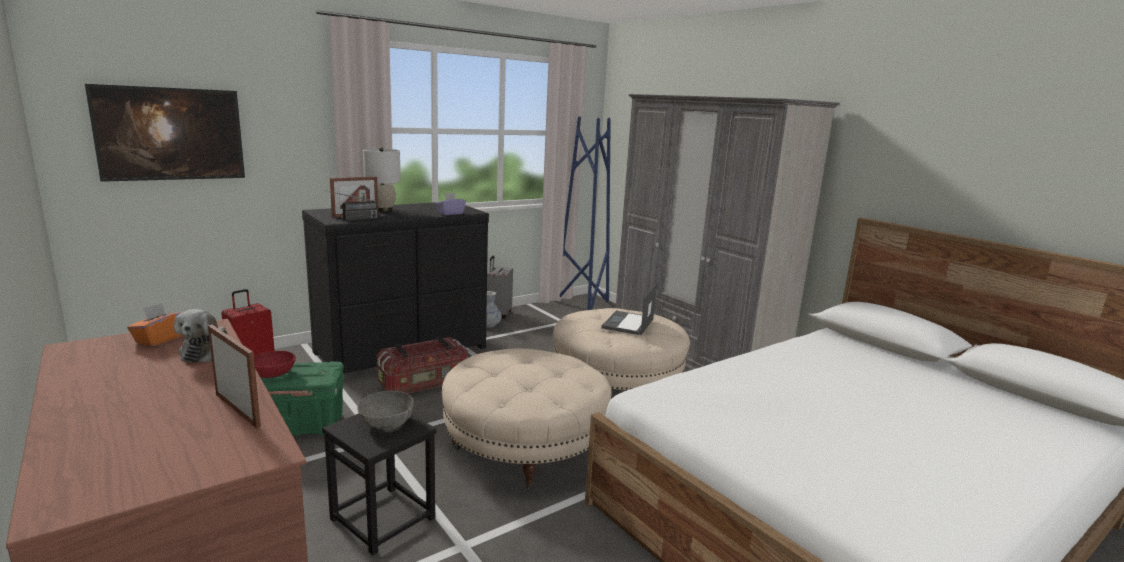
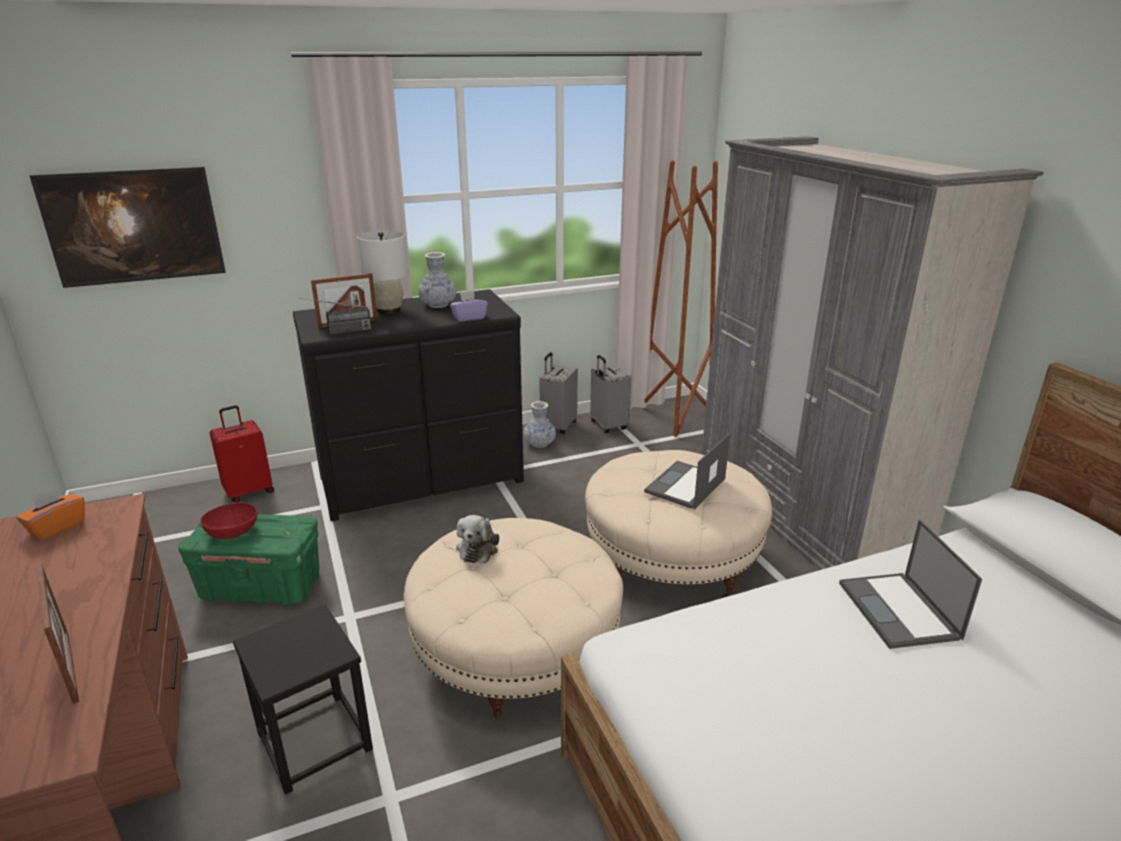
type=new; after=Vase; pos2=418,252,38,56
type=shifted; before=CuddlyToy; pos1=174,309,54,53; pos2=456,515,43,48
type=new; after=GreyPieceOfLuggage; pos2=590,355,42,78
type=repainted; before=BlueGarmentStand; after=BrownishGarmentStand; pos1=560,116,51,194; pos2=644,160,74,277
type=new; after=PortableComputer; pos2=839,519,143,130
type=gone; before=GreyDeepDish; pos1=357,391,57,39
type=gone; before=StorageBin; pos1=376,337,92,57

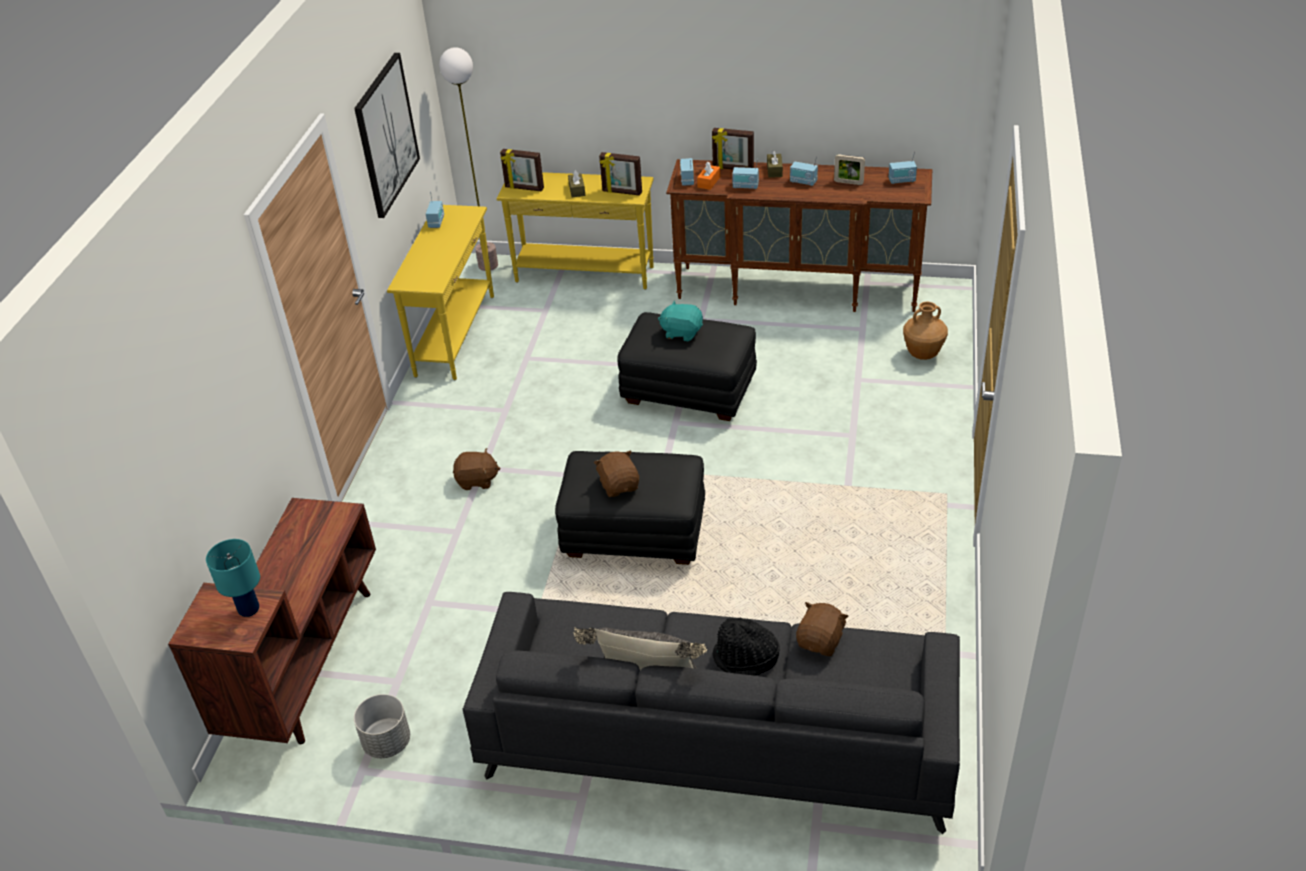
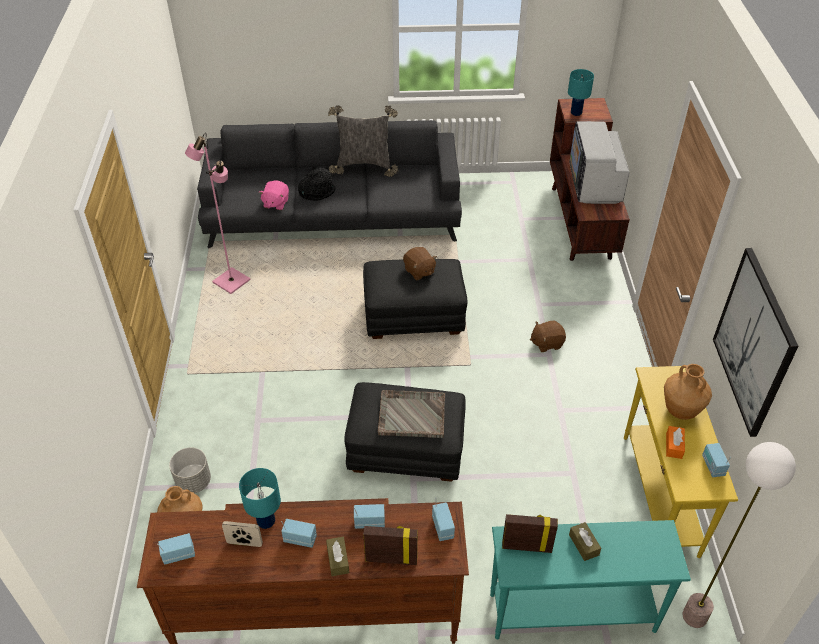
type=shifted; before=GreyPlantPot; pos1=354,694,56,64; pos2=169,448,42,45
type=new; after=PinkStandardLamp; pos2=185,133,66,161
type=new; after=TurquoiseColouredTabletopLamp; pos2=239,468,42,61
type=repainted; before=BrownishCuddlyToy; after=PinkCuddlyToy; pos1=796,602,53,54; pos2=259,180,30,30
type=swapped; before=TurquoiseColouredCuddlyToy; after=GreyTray; pos1=658,301,45,40; pos2=378,390,67,48
type=repainted; before=YellowHallTable; after=TurquoiseColouredHallTable; pos1=497,172,157,118; pos2=490,520,201,119
type=new; after=TvSet; pos2=570,121,59,83
type=new; after=BrownishVase; pos2=664,364,48,56
type=shifted; before=OrangeColouredBoxOfTissues; pos1=697,161,23,29; pos2=666,426,19,33
type=gone; before=PictureFrame; pos1=500,149,44,43

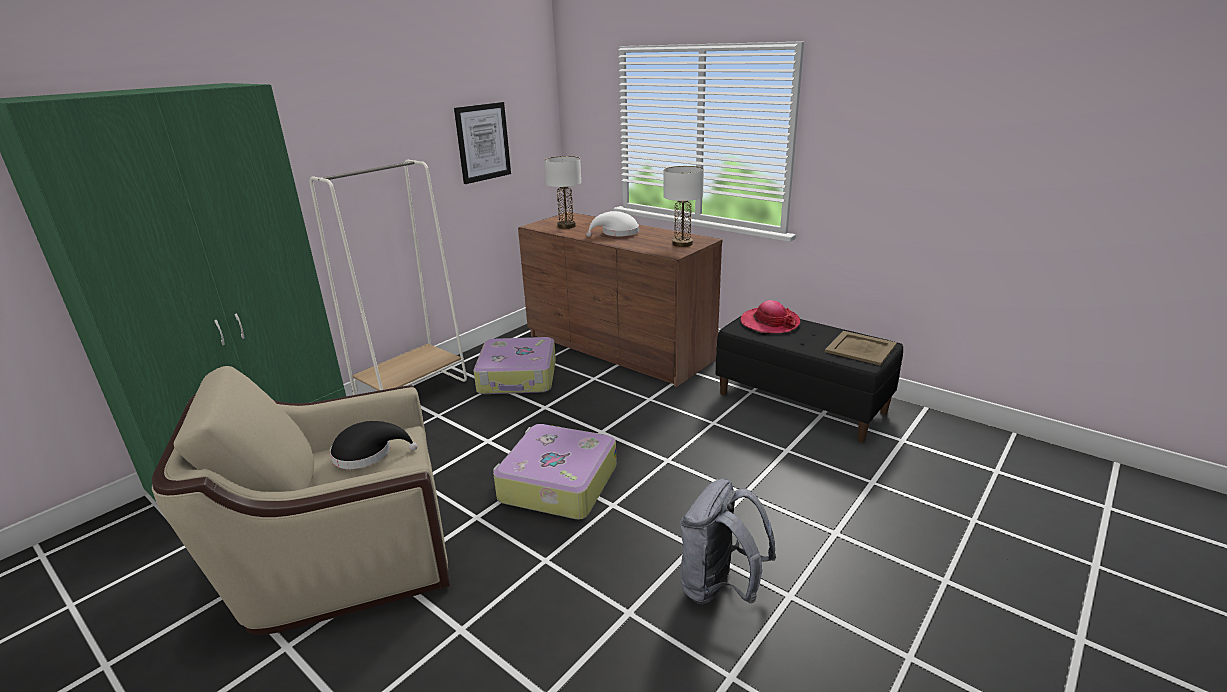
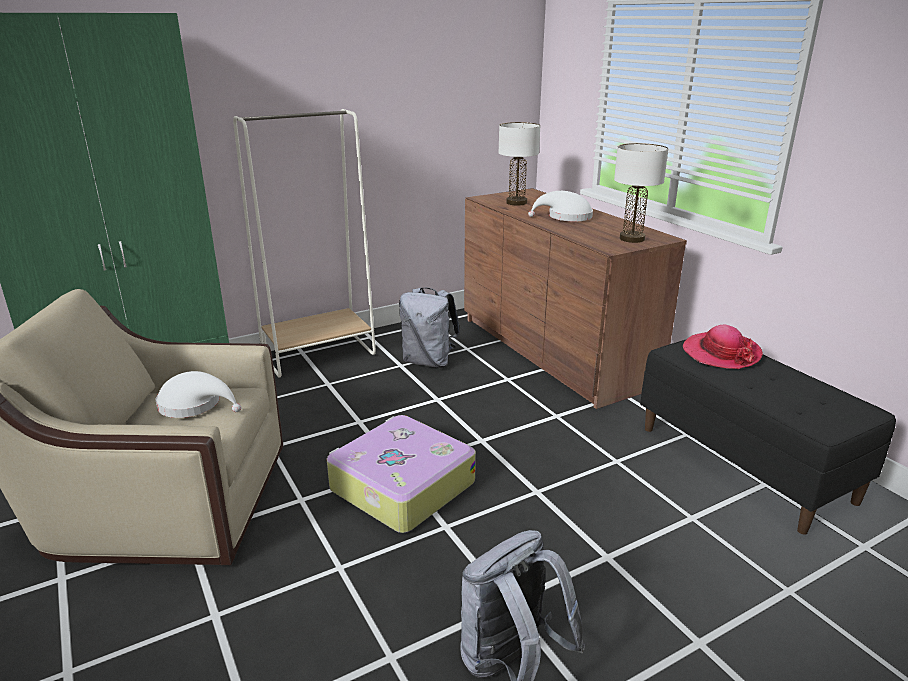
type=repainted; before=BlackishHat; after=WhiteColouredHat; pos1=330,421,88,48; pos2=155,371,86,47
type=swapped; before=PieceOfLuggage; after=GreyRucksack; pos1=473,337,83,57; pos2=399,287,61,81
type=gone; before=WallArt; pos1=454,102,57,82
type=gone; before=BeigeTray; pos1=825,331,72,35

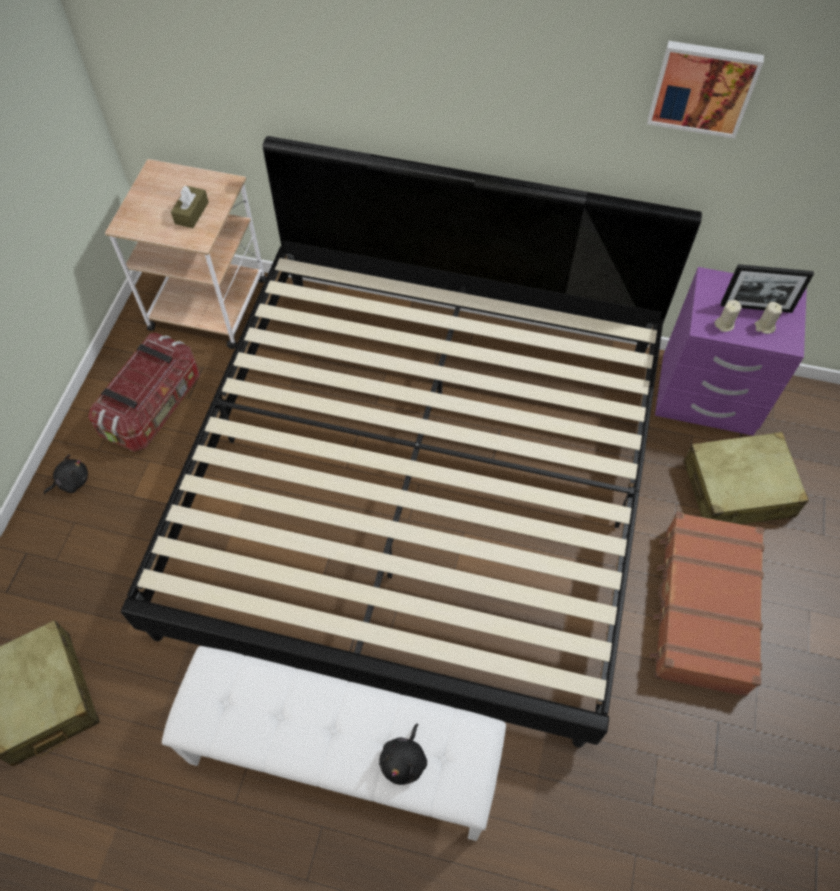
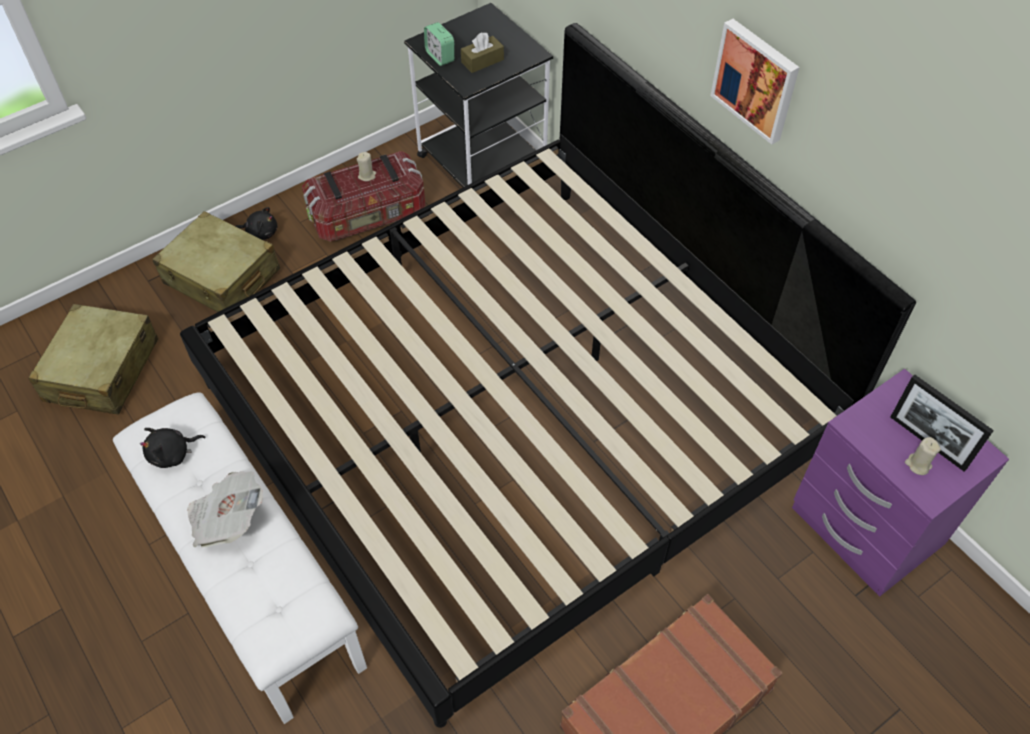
type=shifted; before=BlackishCuddlyToy; pos1=379,723,48,62; pos2=140,428,66,40
type=shifted; before=BeigePieceOfLuggage; pos1=683,432,126,92; pos2=152,211,128,101
type=new; after=Newspaper; pos2=187,471,76,77
type=shifted; before=BeigeWaxCandle; pos1=715,300,27,32; pos2=357,152,19,29
type=repainted; before=BeigeWheeledCart; after=BlackishWheeledCart; pos1=105,159,161,190; pos2=404,3,149,184
type=new; after=AlarmClock; pos2=424,22,31,44
type=shifted; before=WallArt; pos1=647,41,117,98; pos2=710,19,90,126

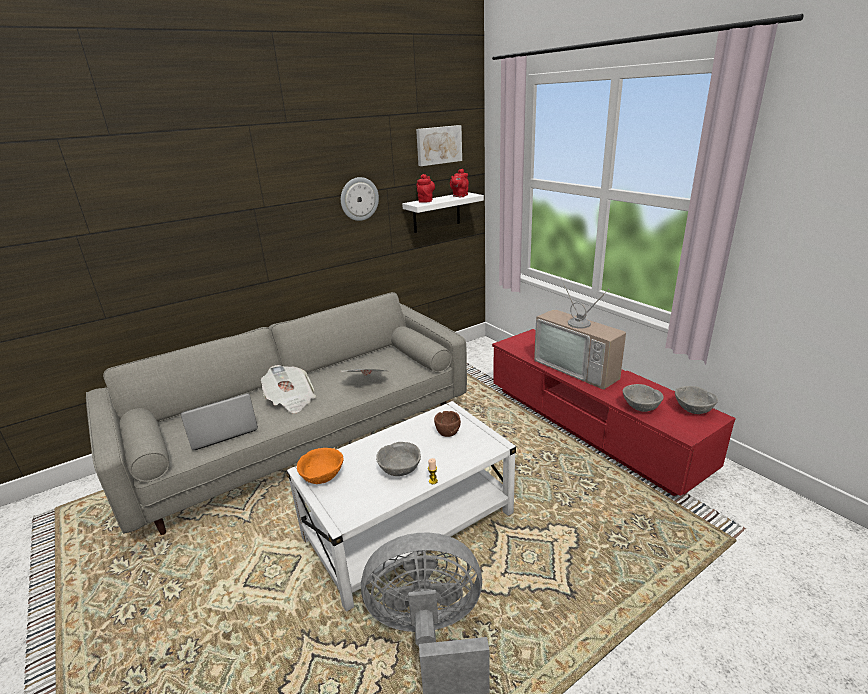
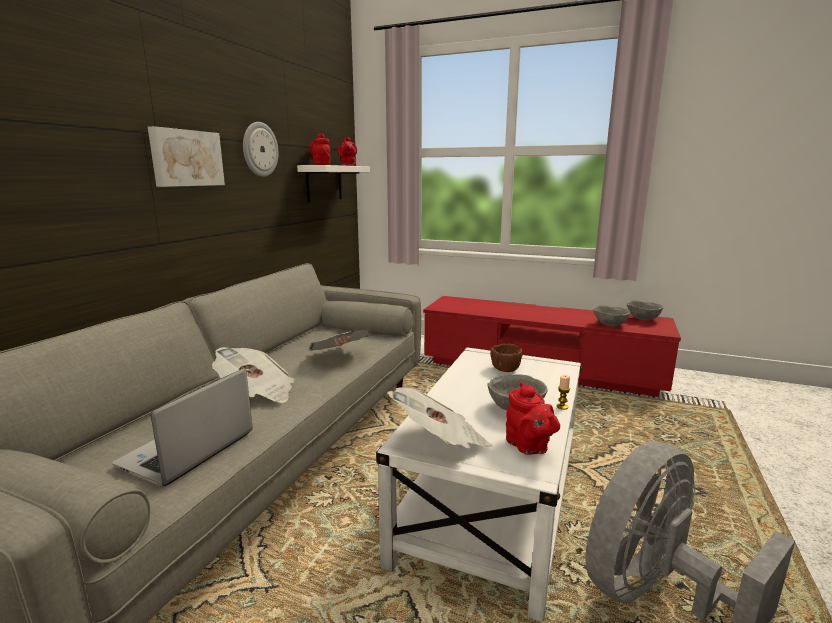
type=shifted; before=WallArt; pos1=416,125,46,41; pos2=148,126,77,61
type=swapped; before=OrangeColouredDeepDish; after=Newspaper; pos1=297,448,47,36; pos2=387,387,105,61
type=new; after=RedTeapot; pos2=506,382,54,73
type=gone; before=TvSet; pos1=534,276,92,114

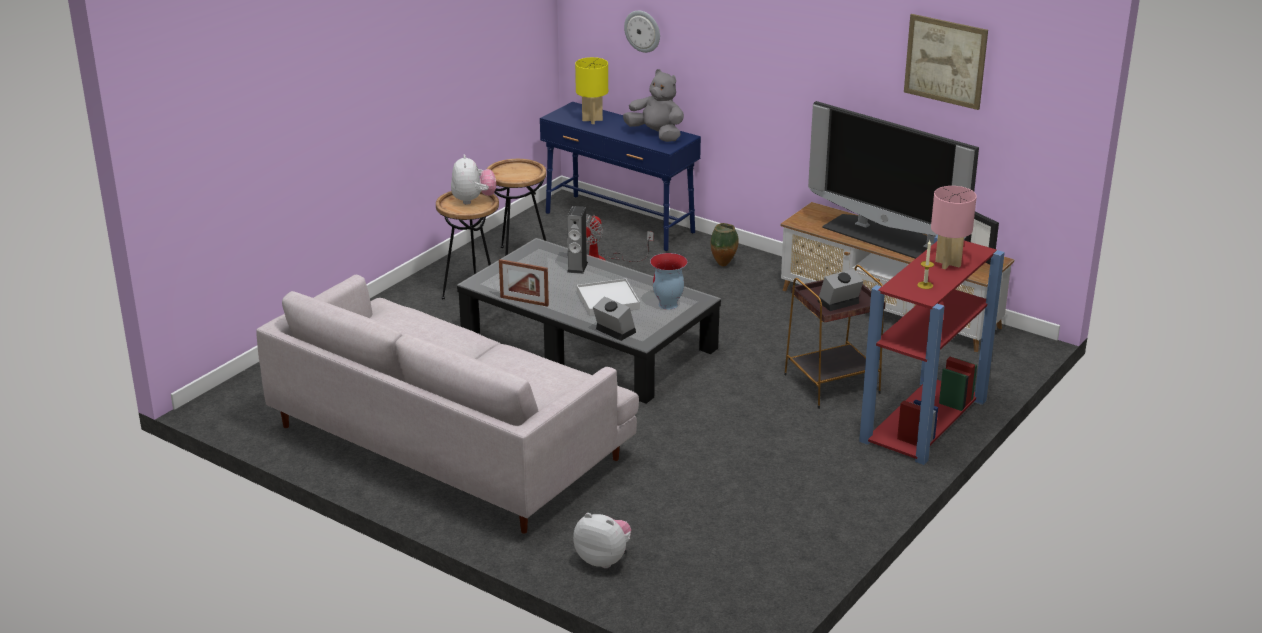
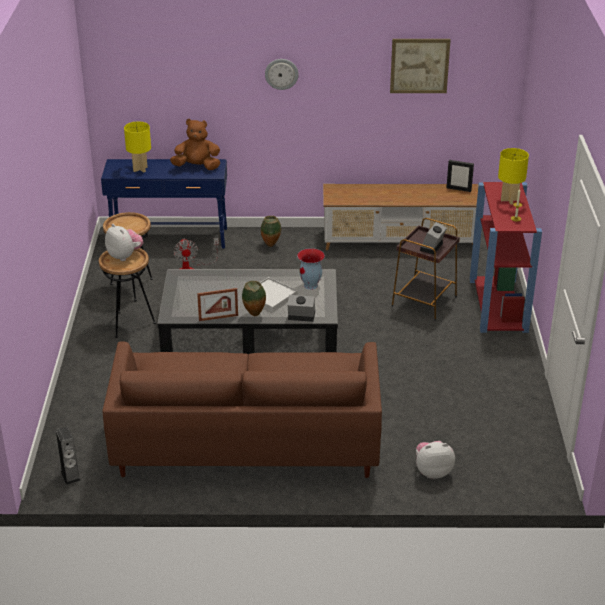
type=shifted; before=Loudspeaker; pos1=567,206,21,68; pos2=56,427,25,58
type=repainted; before=WhiteColouredSettee; after=BrownishSettee; pos1=256,275,383,259; pos2=103,342,279,136
type=repainted; before=GreyCuddlyToy; after=BrownishCuddlyToy; pos1=623,69,61,73; pos2=170,119,50,51
type=new; after=Vase; pos2=242,281,24,35
type=shifted; before=WallClock; pos1=624,10,36,43; pos2=265,59,34,31
type=repainted; before=PinkTabletopLamp; after=YellowTabletopLamp; pos1=931,186,46,84; pos2=498,148,31,57
type=gone; before=TvSet; pos1=808,101,171,158

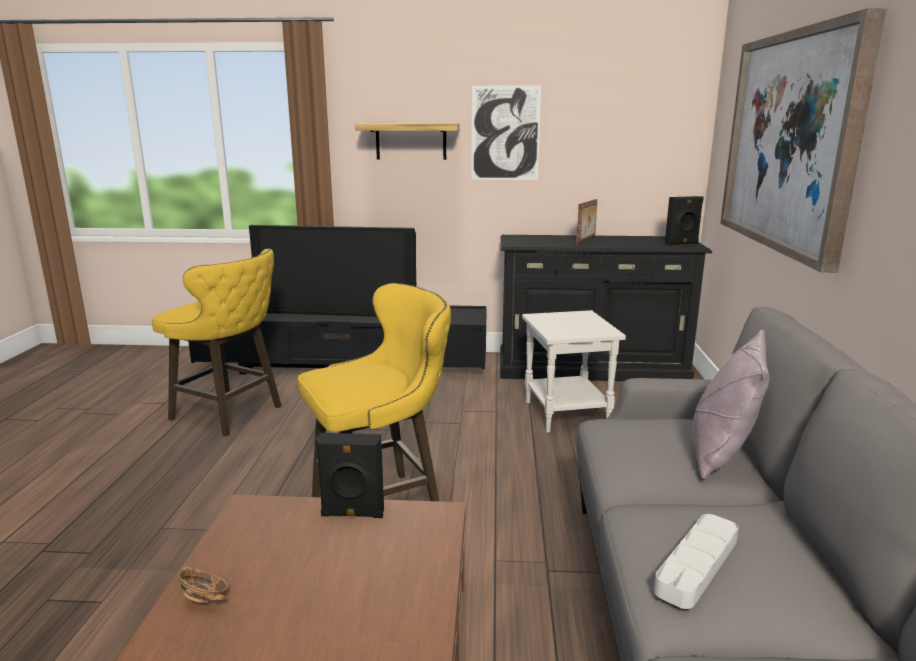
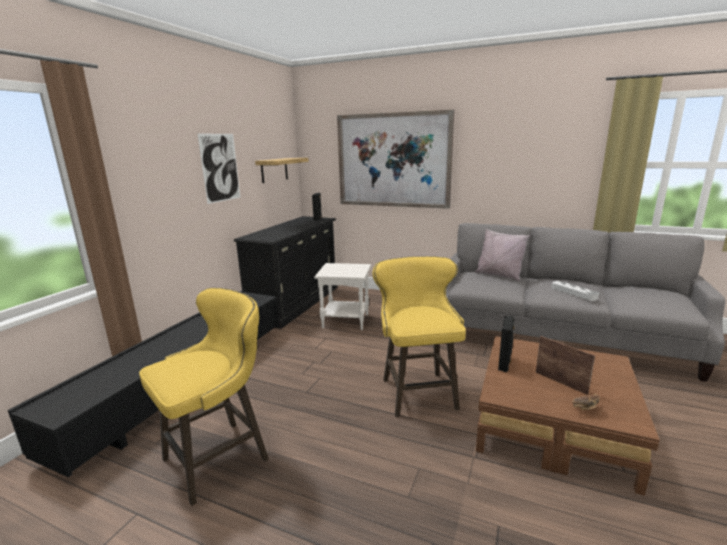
type=shifted; before=BracketShelf; pos1=355,123,104,37; pos2=255,158,54,25
type=shifted; before=PictureFrame; pos1=576,199,21,46; pos2=536,336,59,59
type=gone; before=TvSet; pos1=249,225,167,92

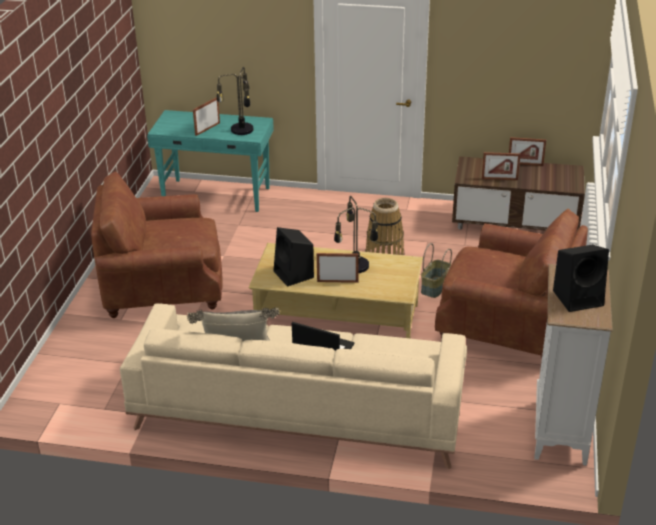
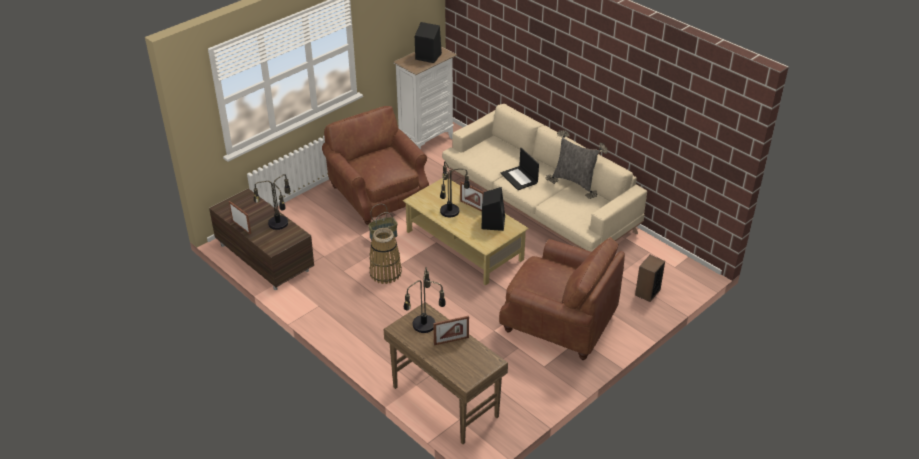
type=swapped; before=PictureFrame; after=TabletopLamp; pos1=482,152,39,28; pos2=254,174,37,56
type=repainted; before=TurquoiseColouredHallTable; after=BrownishHallTable; pos1=147,110,127,102; pos2=383,302,125,142
type=new; after=Loudspeaker; pos2=635,255,30,47

